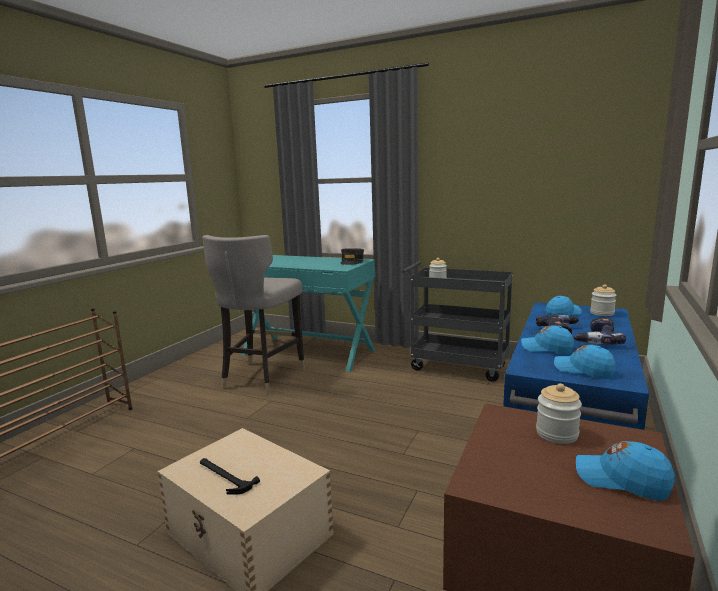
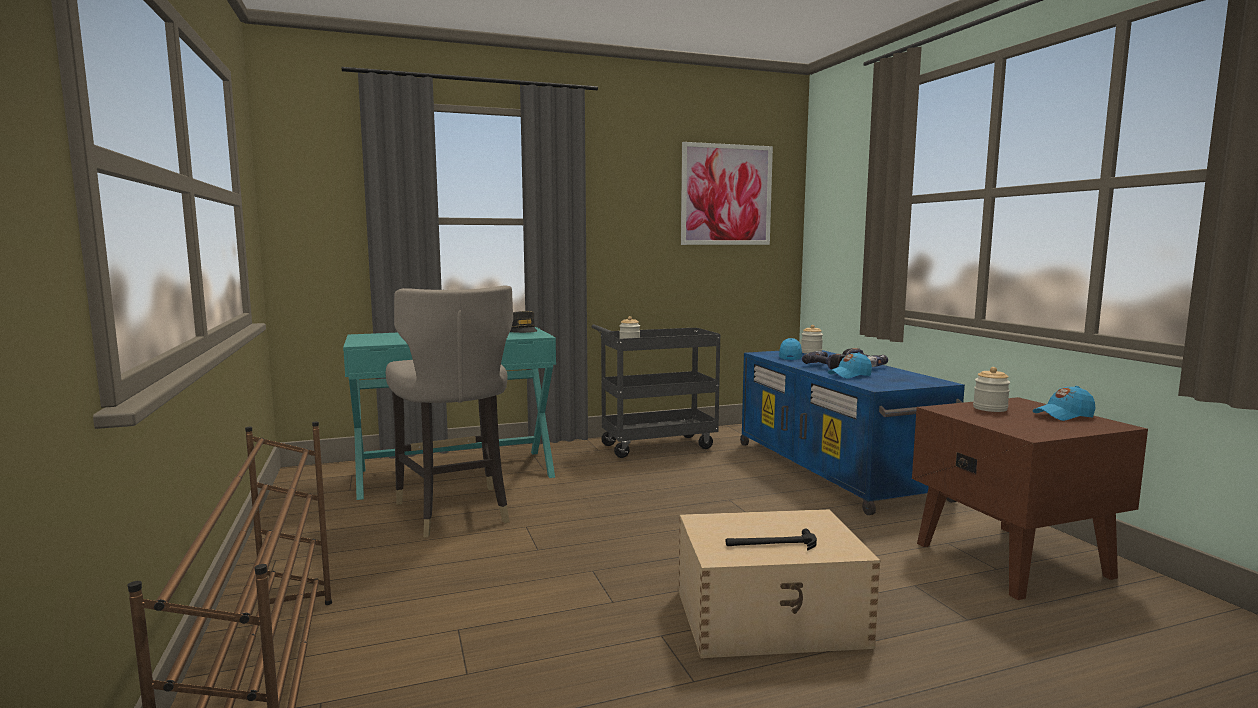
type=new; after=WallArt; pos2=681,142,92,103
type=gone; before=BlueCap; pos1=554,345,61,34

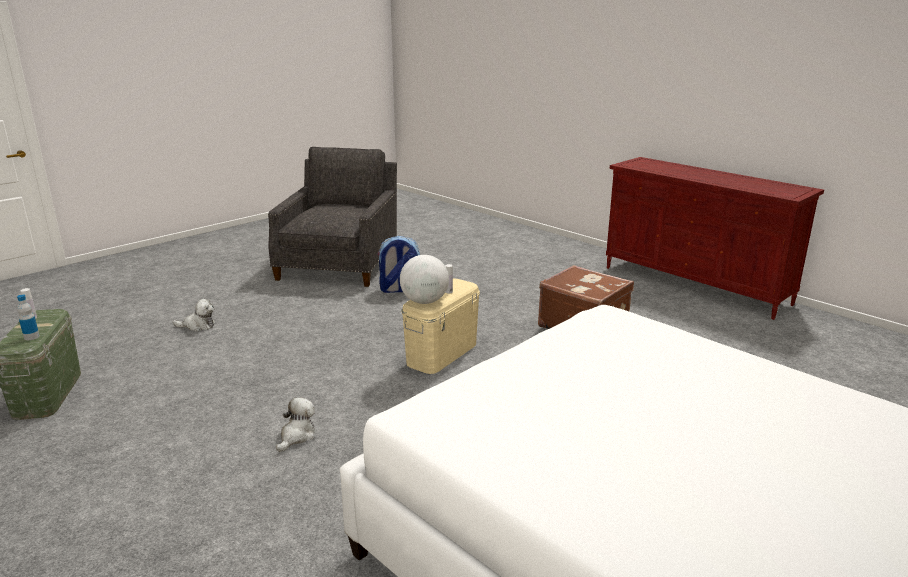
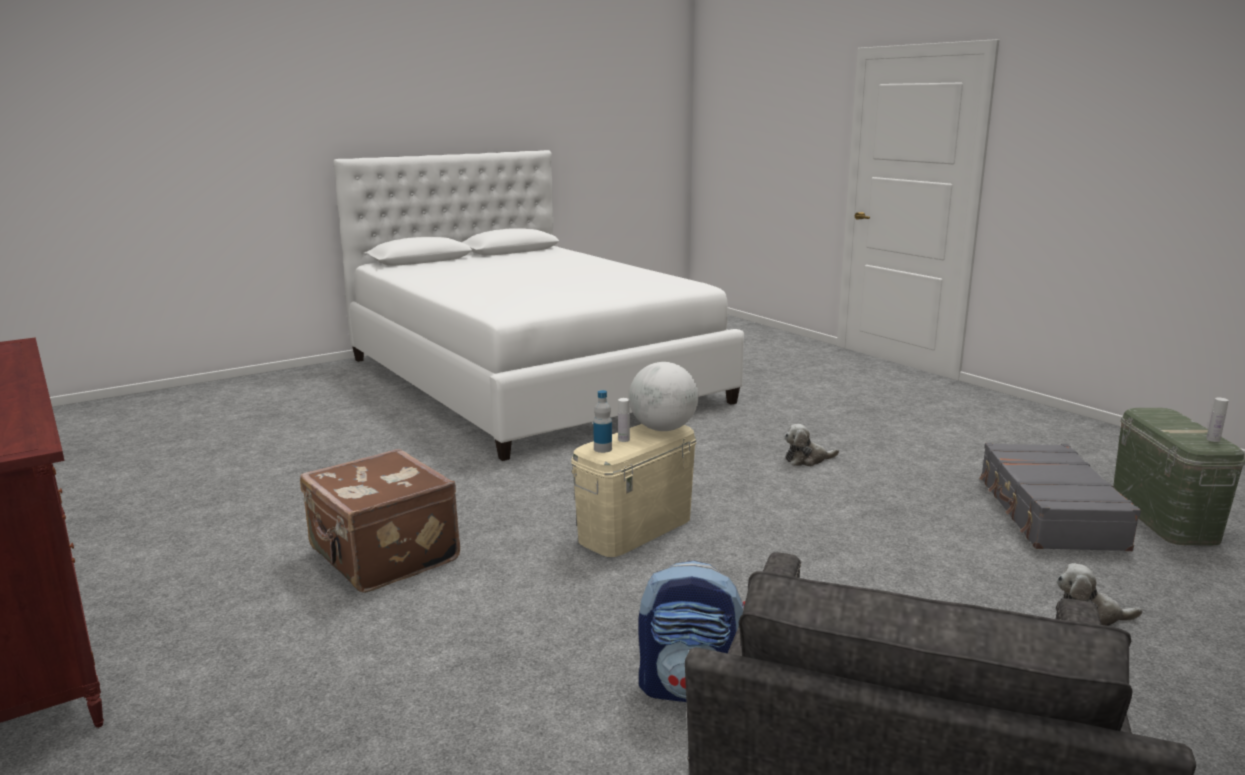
type=shifted; before=Bottle; pos1=17,295,23,45; pos2=593,390,19,63
type=rotated; before=CuddlyToy; pos1=276,397,39,55; pos2=784,424,55,42; turn=45
type=new; after=GreyPieceOfLuggage; pos2=979,443,162,108

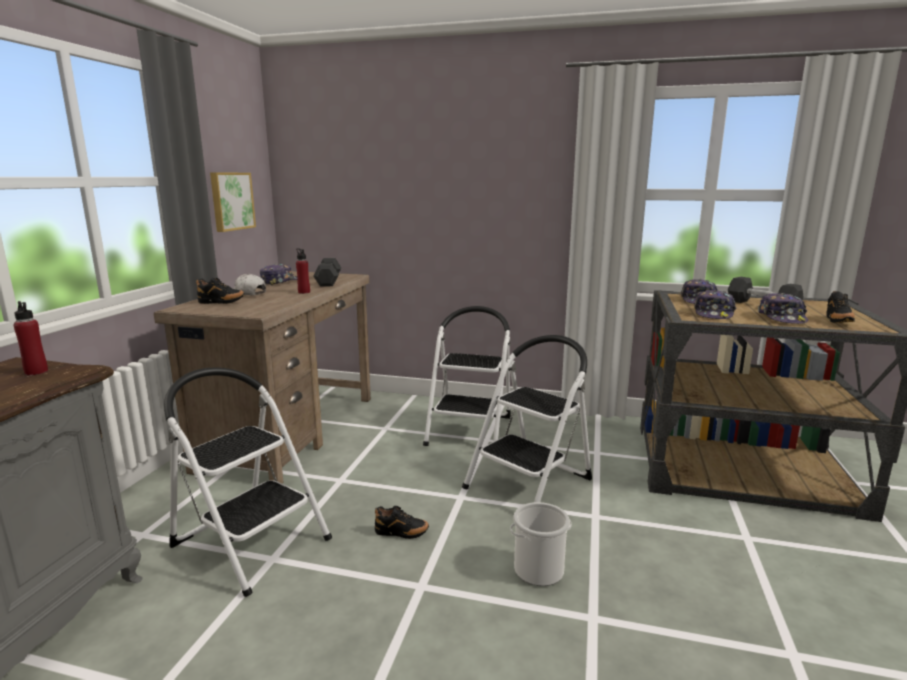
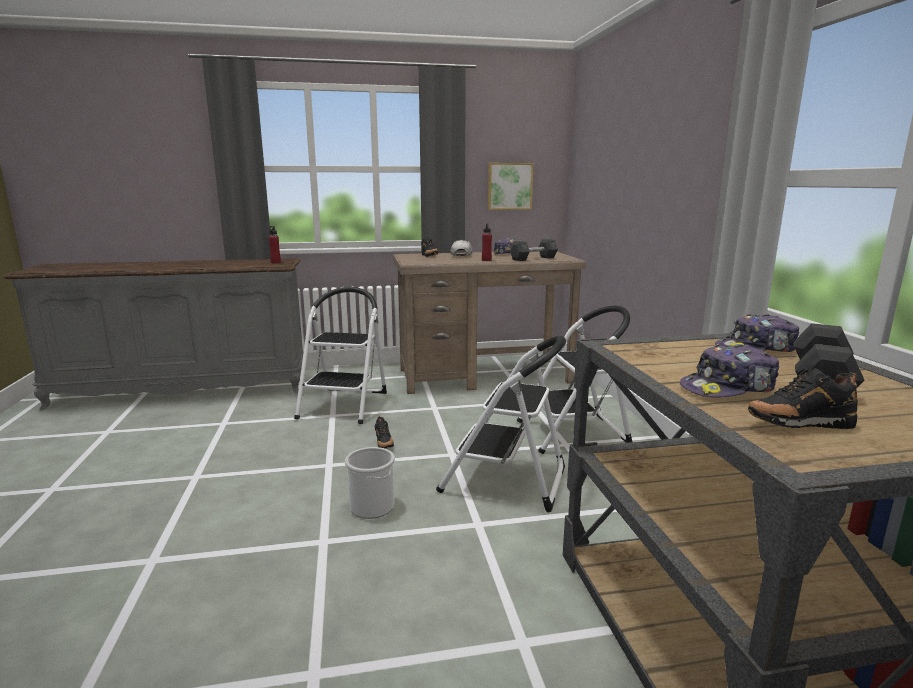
type=gone; before=Cap; pos1=694,290,42,29

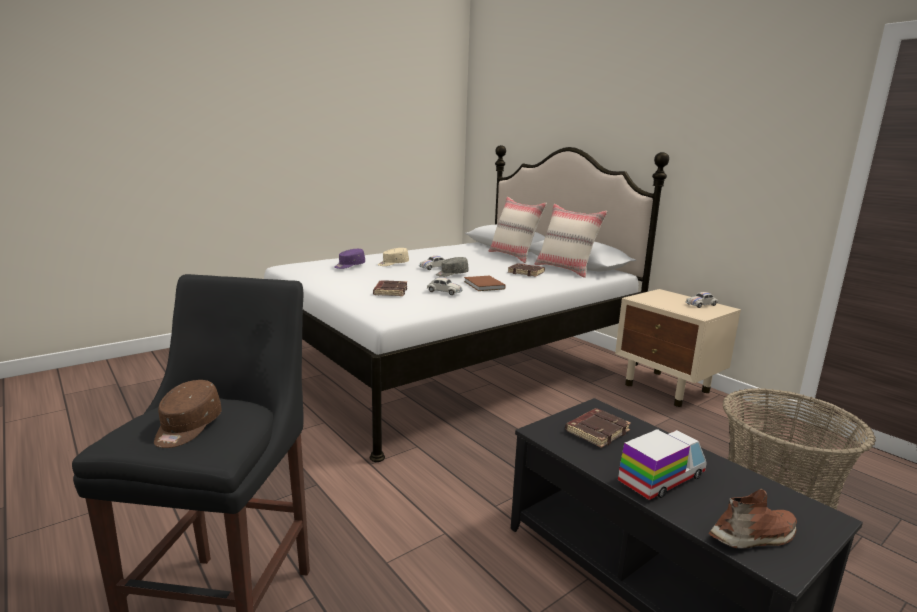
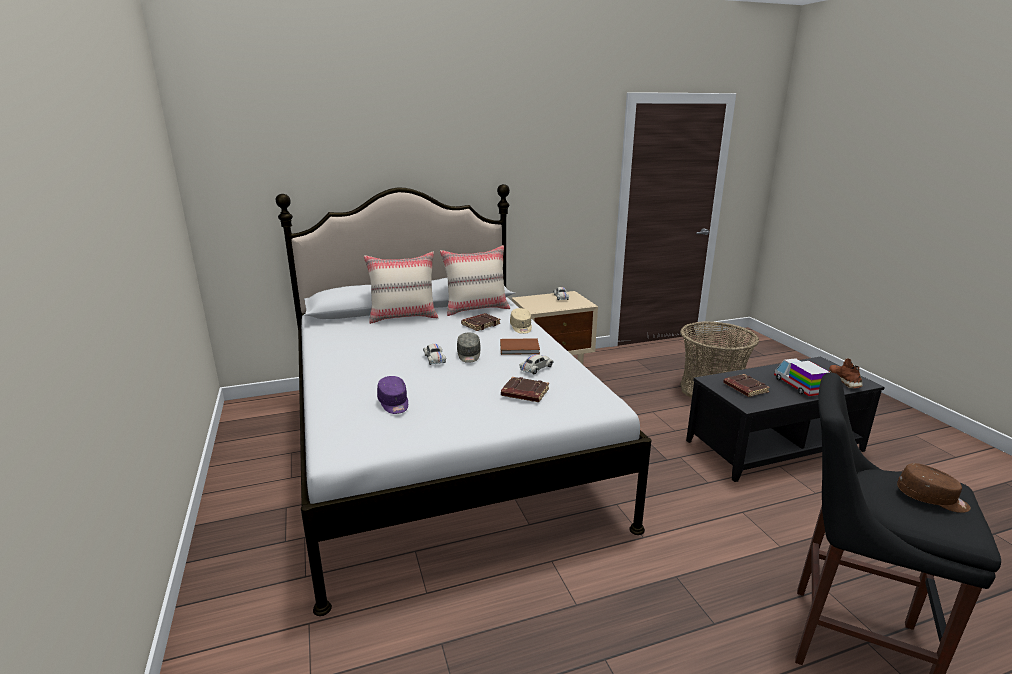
type=shifted; before=BeigeCap; pos1=377,248,32,18; pos2=510,308,22,26

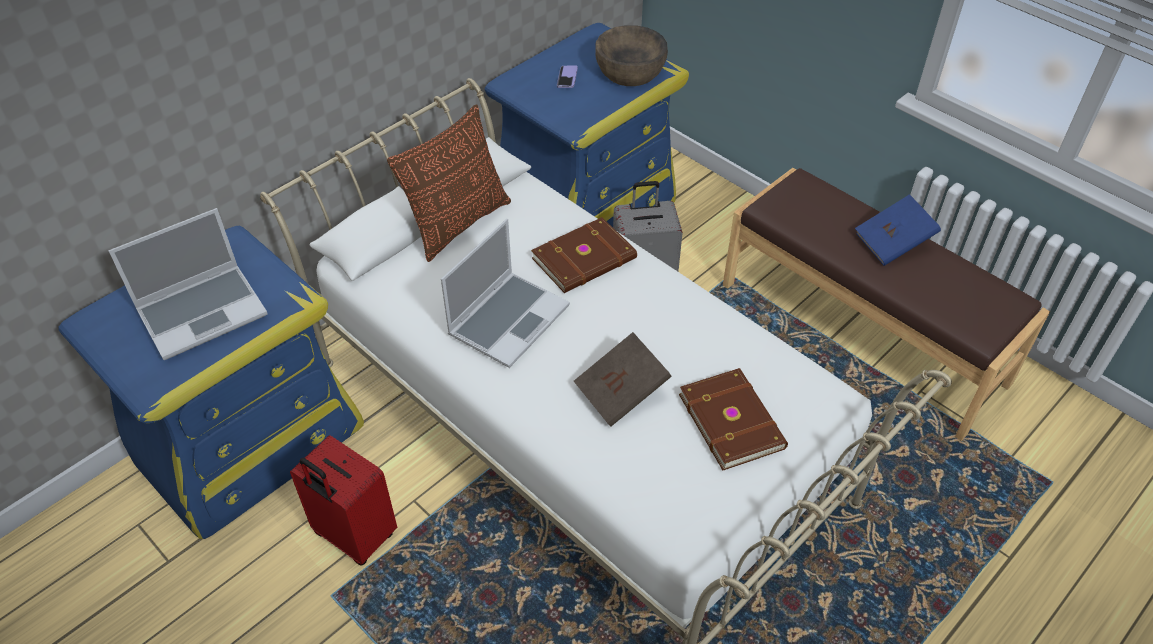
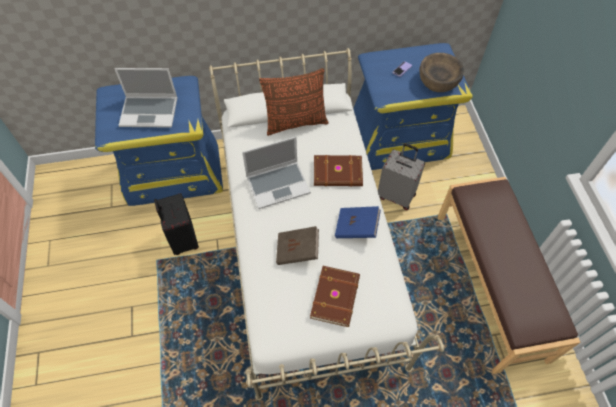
type=repainted; before=RedPieceOfLuggage; after=BlackishPieceOfLuggage; pos1=290,435,107,130; pos2=154,193,45,62
type=shifted; before=BlueBoundBook; pos1=855,194,86,72; pos2=335,206,46,32

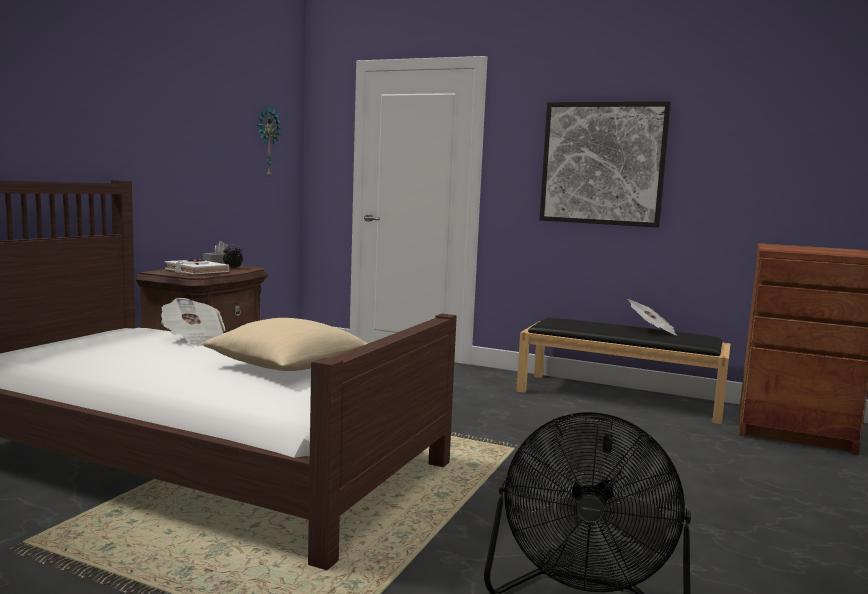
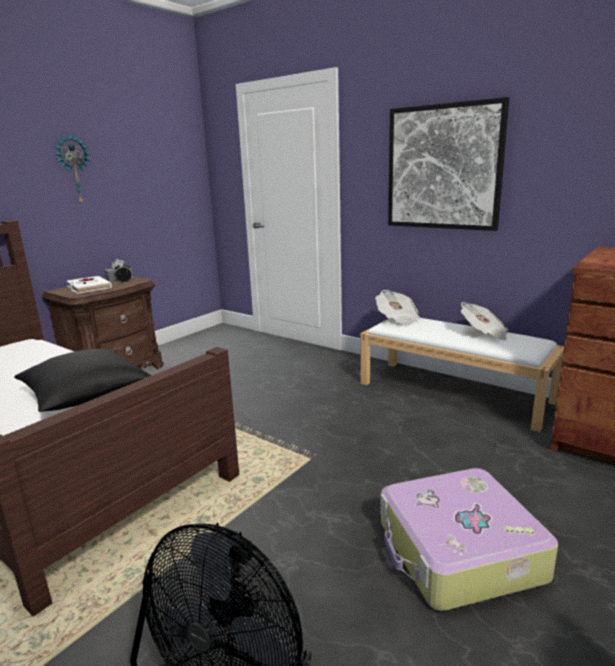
type=repainted; before=BeigeCushion; after=BlackishCushion; pos1=203,318,165,53; pos2=14,349,138,63
type=shifted; before=WallClock; pos1=258,107,23,70; pos2=54,133,36,72
type=repainted; before=BlackishIndoorBench; after=WhiteColouredIndoorBench; pos1=517,318,214,106; pos2=360,317,204,115
type=shifted; before=Newspaper; pos1=161,298,64,48; pos2=375,290,46,36
type=new; after=PieceOfLuggage; pos2=380,468,178,143

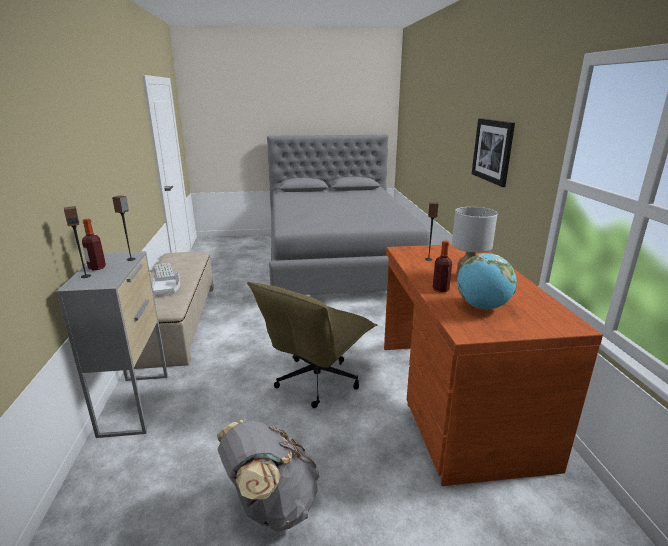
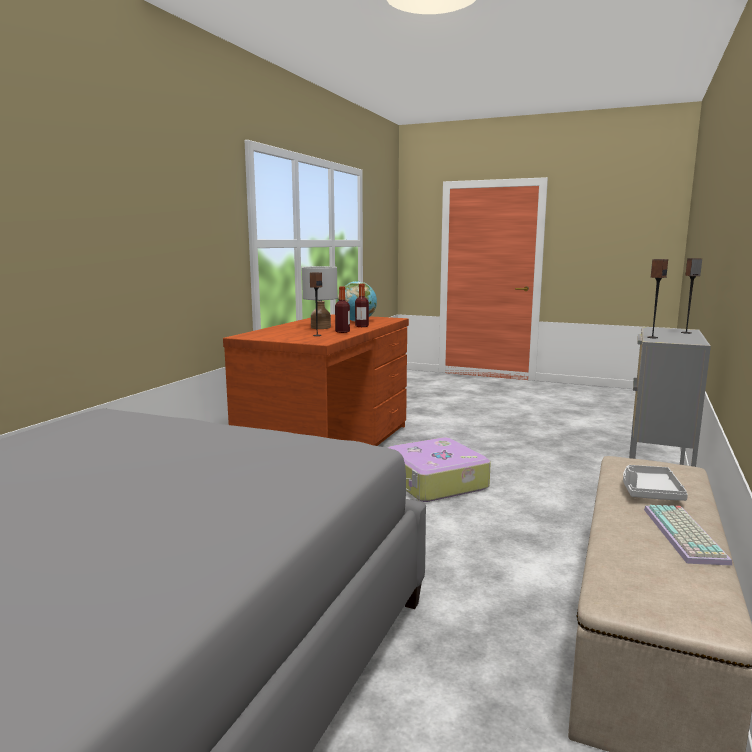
type=shifted; before=Bottle; pos1=82,219,24,51; pos2=335,287,15,46
type=swapped; before=BeigeOfficeChair; after=PieceOfLuggage; pos1=247,282,130,126; pos2=388,437,103,65
type=gone; before=GreyRucksack; pos1=217,420,103,112
type=gone; before=WallArt; pos1=472,118,43,69

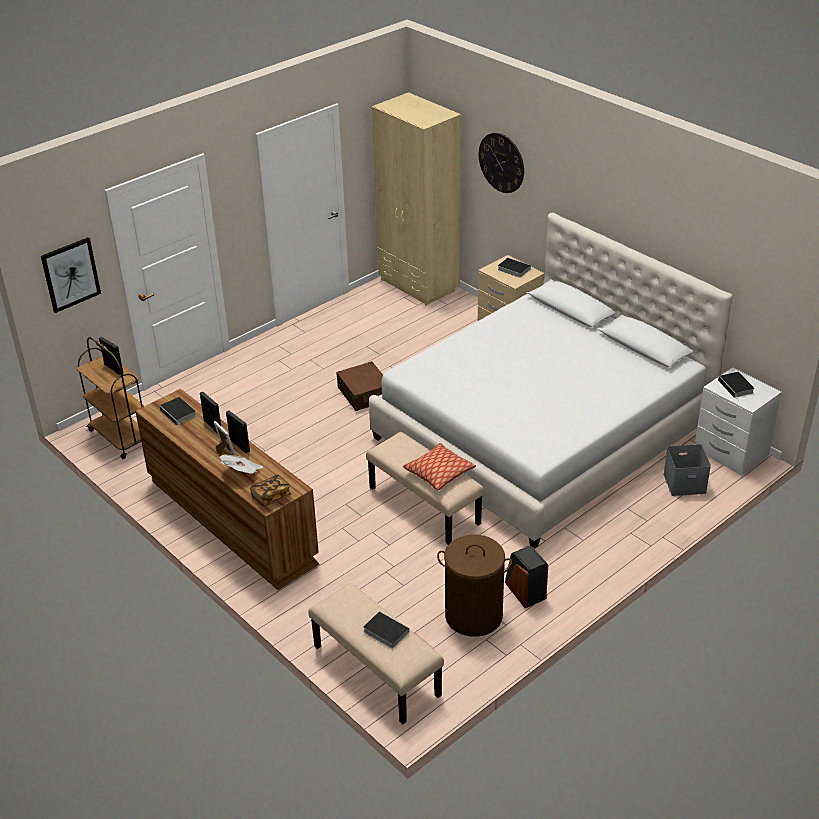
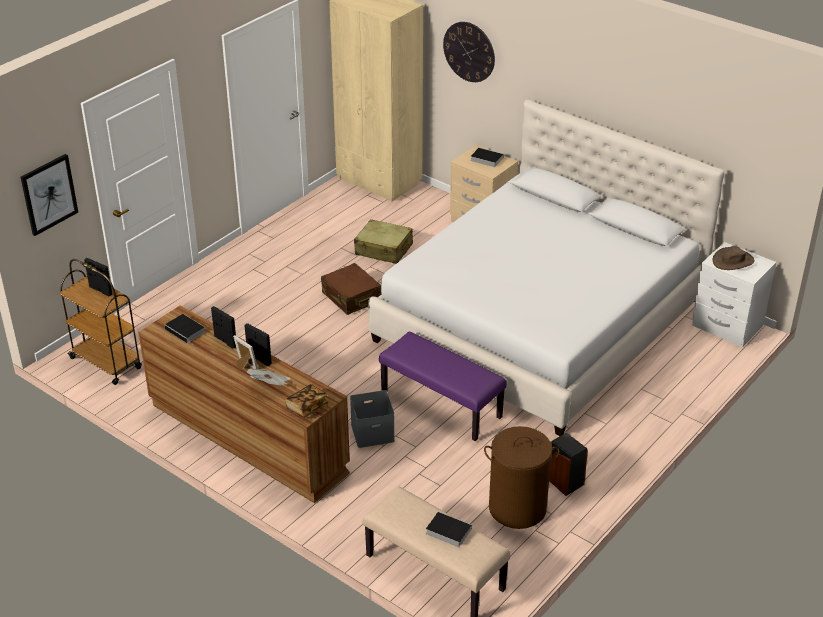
type=shifted; before=GreyStorageBin; pos1=663,444,48,52; pos2=350,390,45,58
type=new; after=BeigePieceOfLuggage; pos2=354,219,59,45
type=repainted; before=BeigeIndoorBench; after=PurpleColouredIndoorBench; pos1=366,432,118,113; pos2=379,332,128,109
type=swapped; before=BoundBook; after=BrownishHat; pos1=718,372,37,29; pos2=713,246,42,24
type=gone; before=Cushion; pos1=403,443,73,48

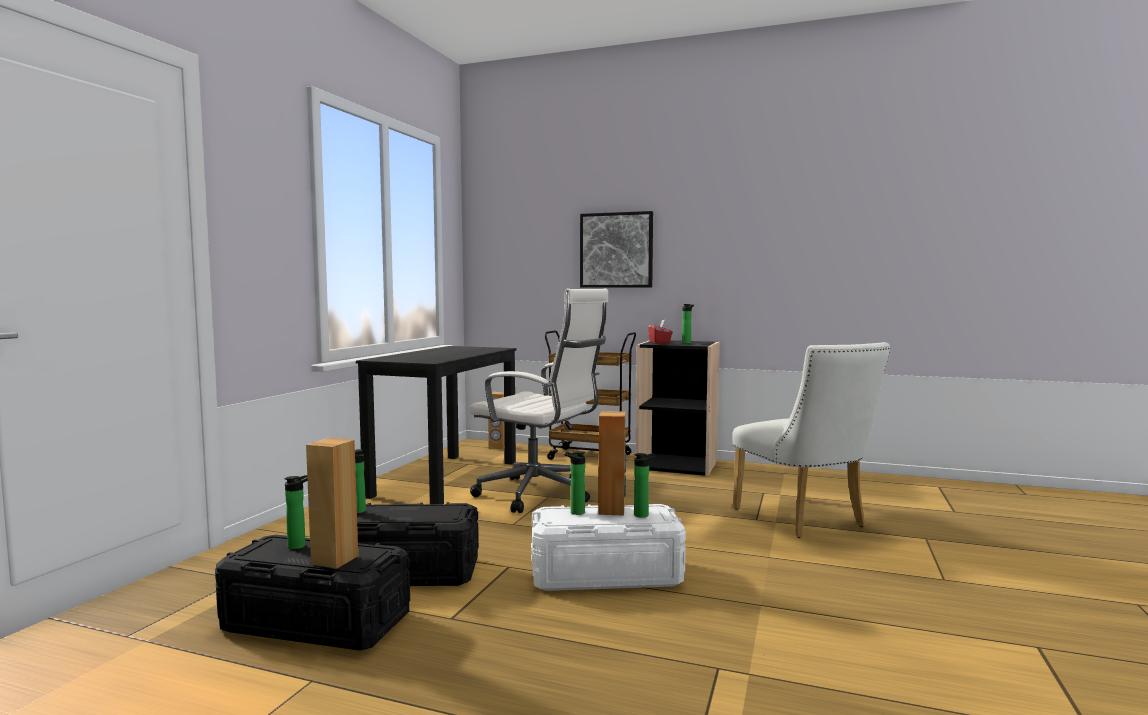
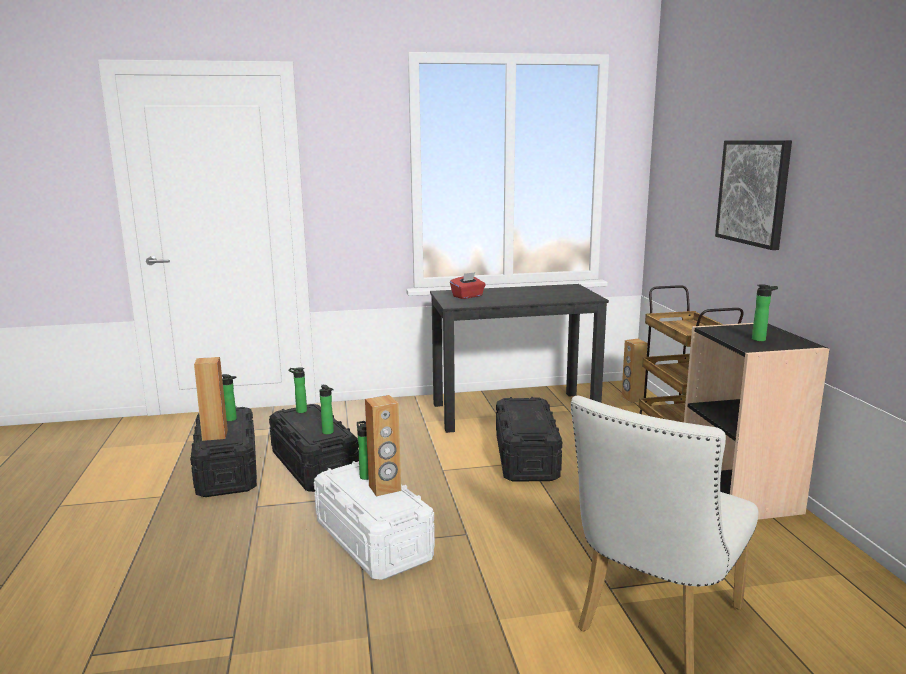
type=shifted; before=Bottle; pos1=634,453,22,65; pos2=319,385,15,49
type=shifted; before=RedBoxOfTissues; pos1=648,319,25,25; pos2=450,272,36,27
type=swapped; before=WhiteColouredOfficeChair; after=BlackishStorageBin; pos1=468,288,140,225; pos2=496,397,66,85

